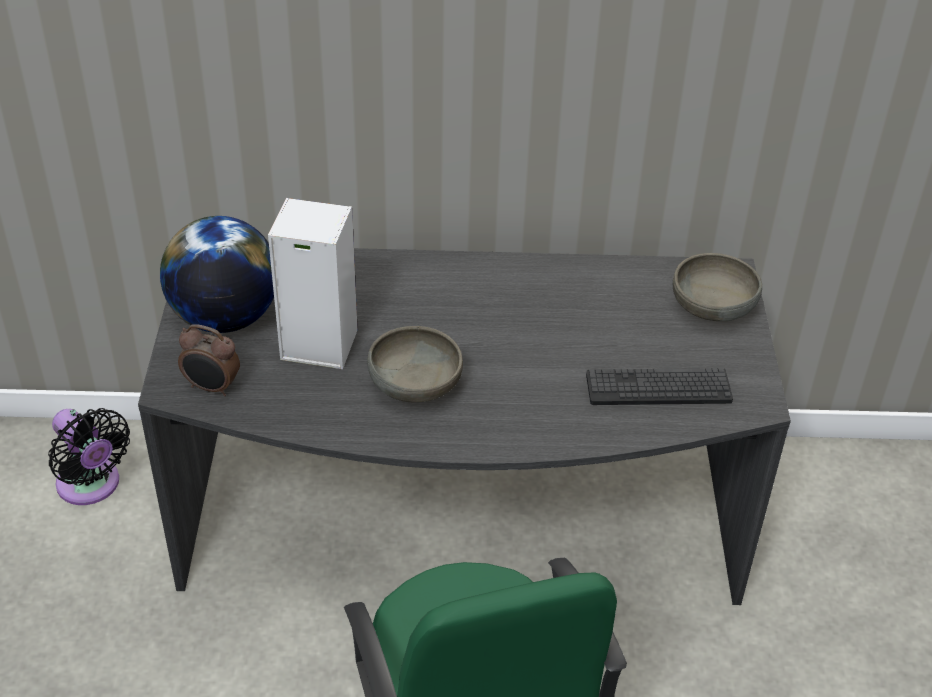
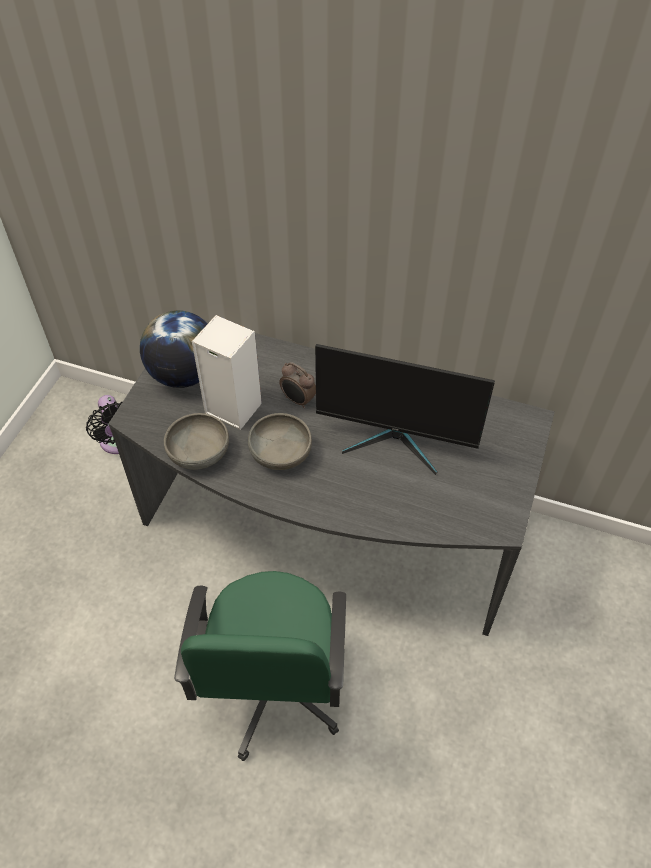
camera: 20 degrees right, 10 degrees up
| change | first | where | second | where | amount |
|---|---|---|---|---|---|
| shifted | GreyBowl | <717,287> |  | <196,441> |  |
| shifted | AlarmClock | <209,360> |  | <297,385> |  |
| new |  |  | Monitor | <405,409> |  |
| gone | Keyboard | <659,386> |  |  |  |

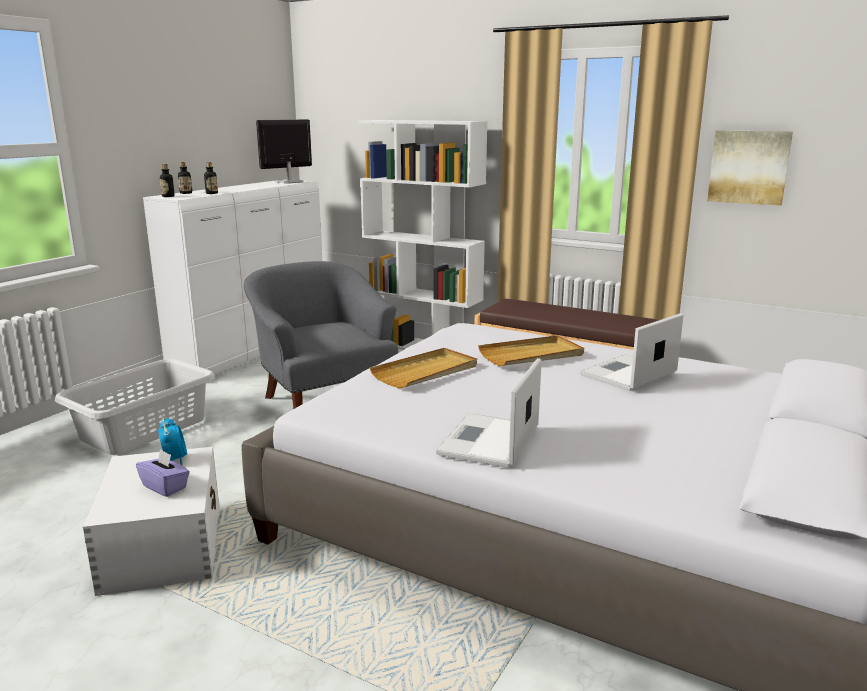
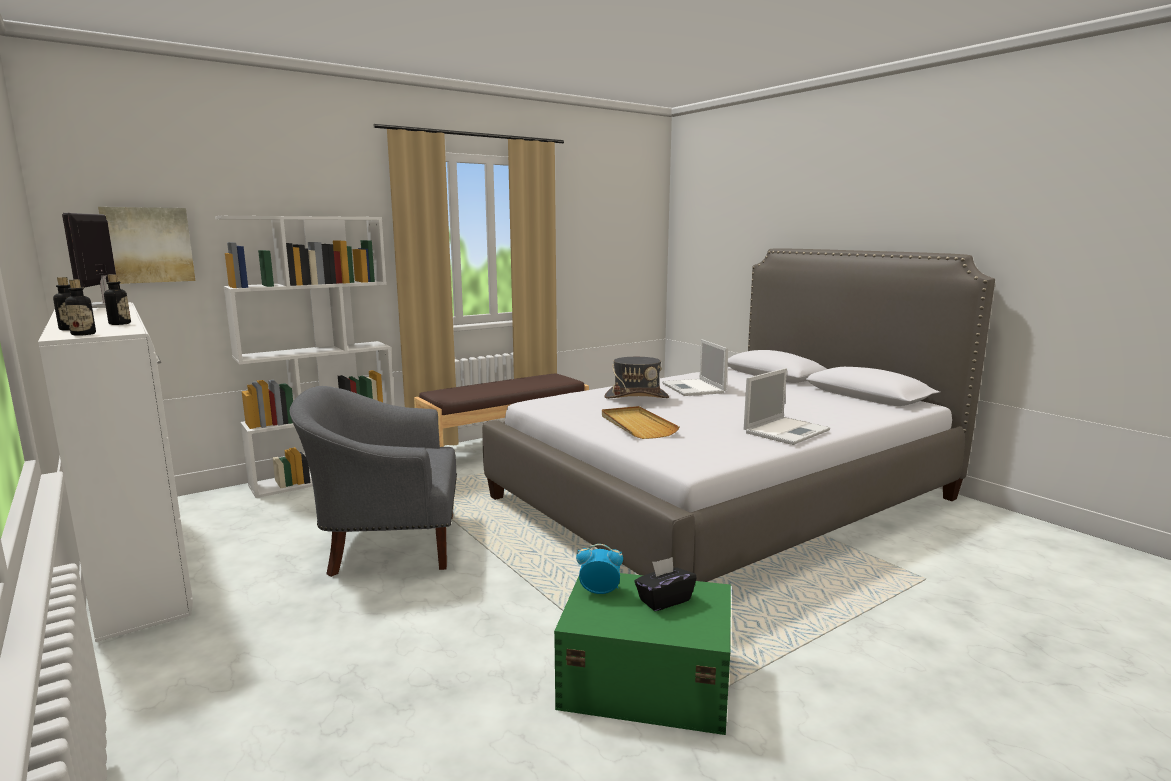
camera: 65 degrees left, 5 degrees down
| change | first | where | second | where | amount |
|---|---|---|---|---|---|
| shifted | Picture | <750,168> |  | <146,245> |  |
| repainted | WhiteStorageBox | <151,521> | GreenStorageBox | <642,654> |  |
| swapped | BeigeTray | <531,350> | GreyHat | <636,378> |  |
| repainted | PurpleTissueBox | <163,473> | BlackTissueBox | <665,584> |  |
| rotated | Laptop | <489,413> |  | <787,406> | 90 degrees counterclockwise |
| gone | GreyLaundryBasket | <135,407> |  |  |  |

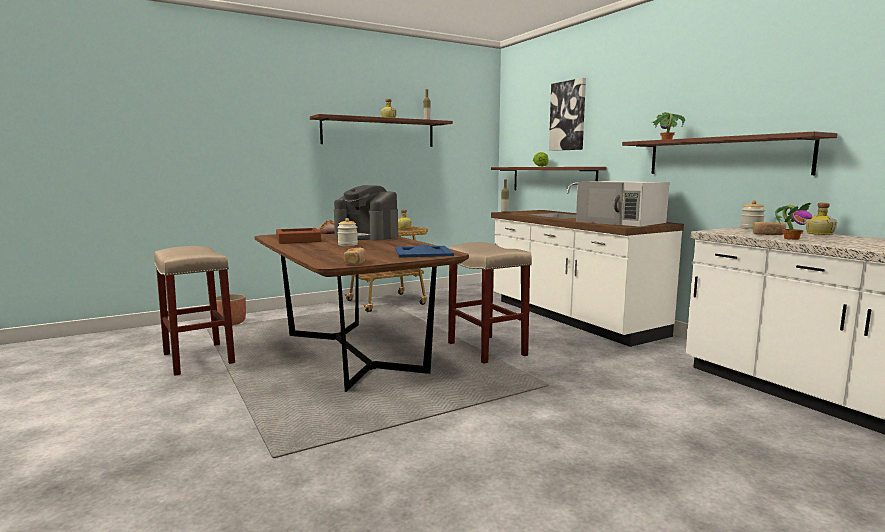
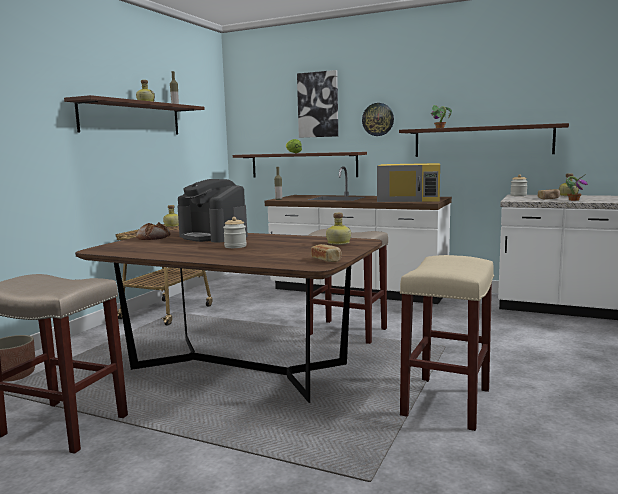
camera: 35 degrees left, 0 degrees up
| change | first | where | second | where | amount |
|---|---|---|---|---|---|
| rotated | CoffeeMachine | <366,213> |  | <212,210> | 45 degrees clockwise |
| swapped | BlueTray | <424,251> | Bottle | <338,229> |  |
| new |  |  | WallClock | <378,119> |  |
| repainted | WhiteMicrowave | <623,204> | YellowMicrowave | <408,182> |  |
| new |  |  | BeigeStool | <447,343> |  |
| gone | BrownTray | <298,236> |  |  |  |

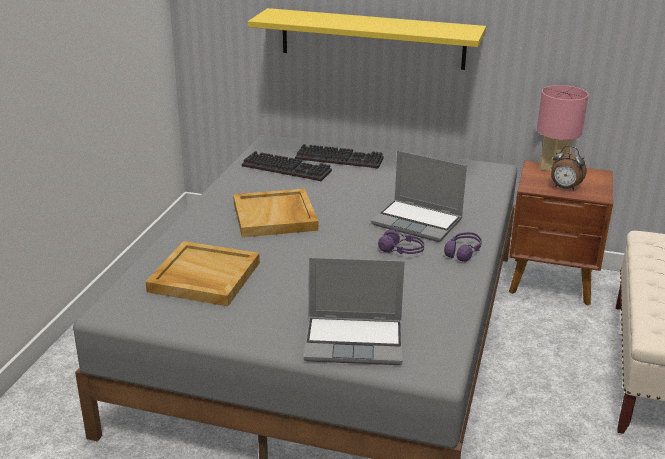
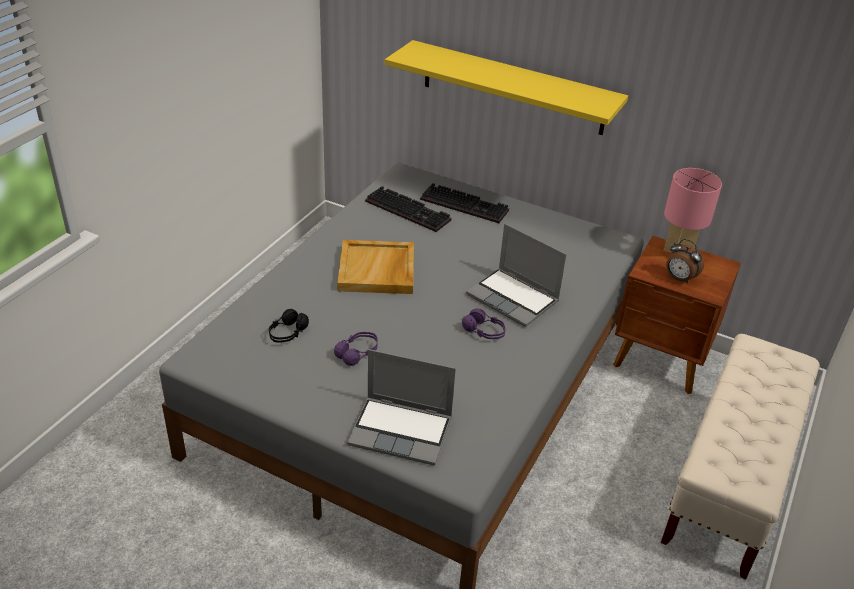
camera: 10 degrees right, 10 degrees up
| change | first | where | second | where | amount |
|---|---|---|---|---|---|
| swapped | BeigeTray | <203,273> | BlackHeadphones | <289,326> |  |
| shifted | PurpleHeadphones | <463,247> |  | <356,349> |  |

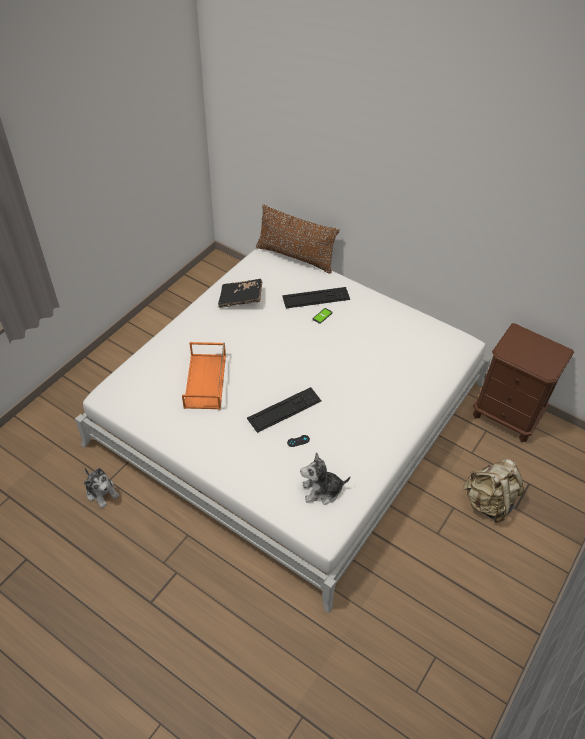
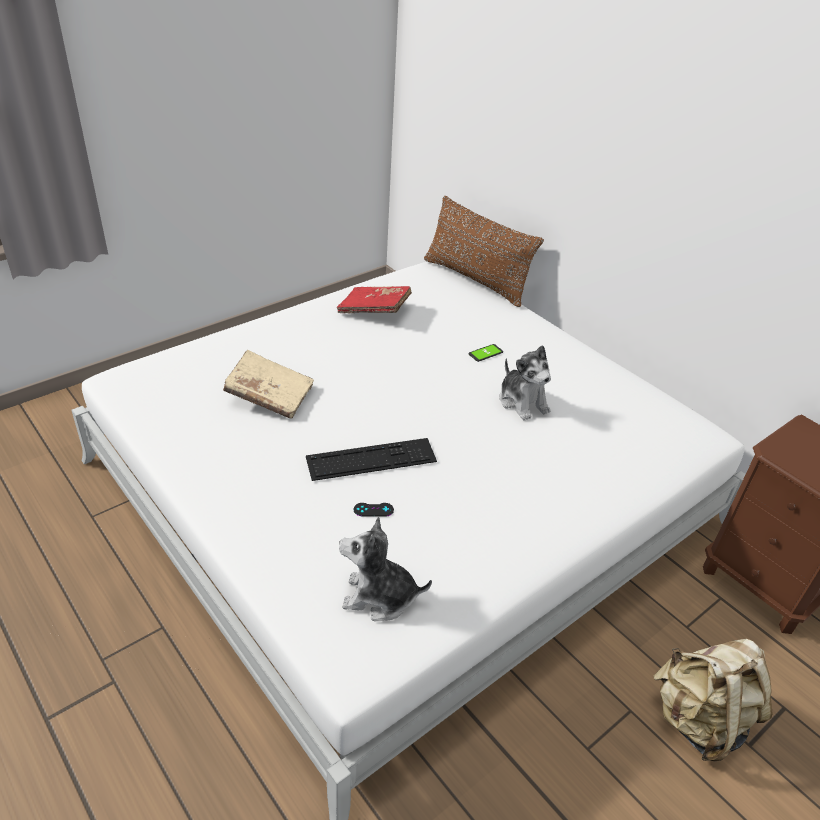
camera: 15 degrees right, 10 degrees down
| change | first | where | second | where | amount |
|---|---|---|---|---|---|
| swapped | OrangeTray | <204,376> | BeigeBook | <268,384> |  |
| repainted | BlackBook | <240,293> | RedBook | <374,299> |  |
| shifted | PlushToy | <101,488> |  | <525,383> |  |
| gone | Keyboard | <316,298> |  |  |  |

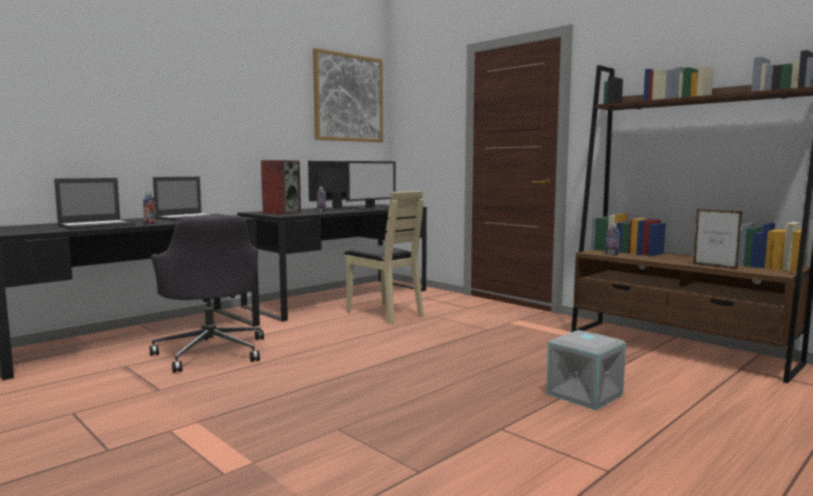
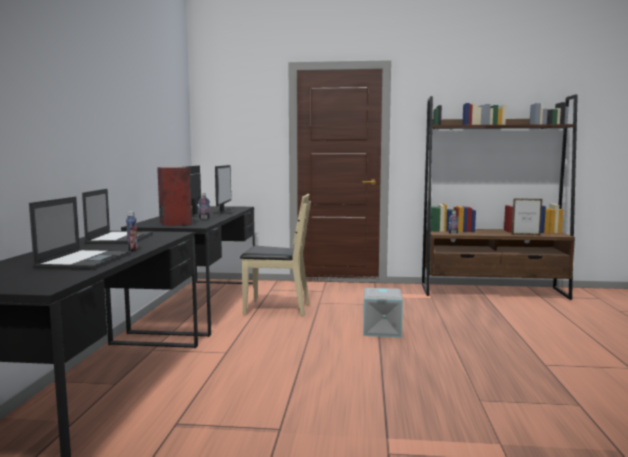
camera: 40 degrees left, 0 degrees up
| change | first | where | second | where | amount |
|---|---|---|---|---|---|
| shifted | GreyStorageBox | <586,370> |  | <383,312> |  |
| gone | GreyOfficeChair | <207,294> |  |  |  |
| gone | Picture | <348,95> |  |  |  |

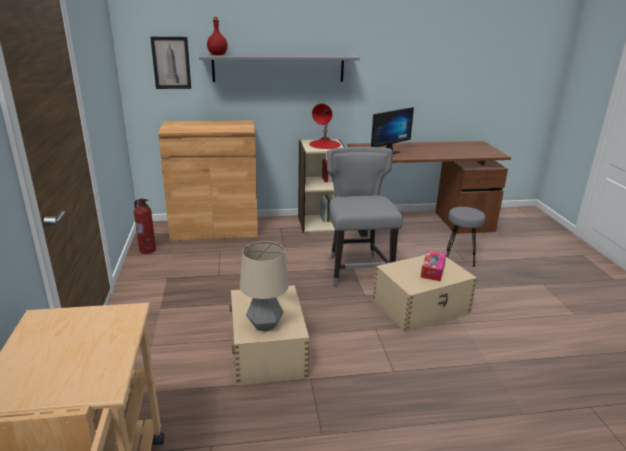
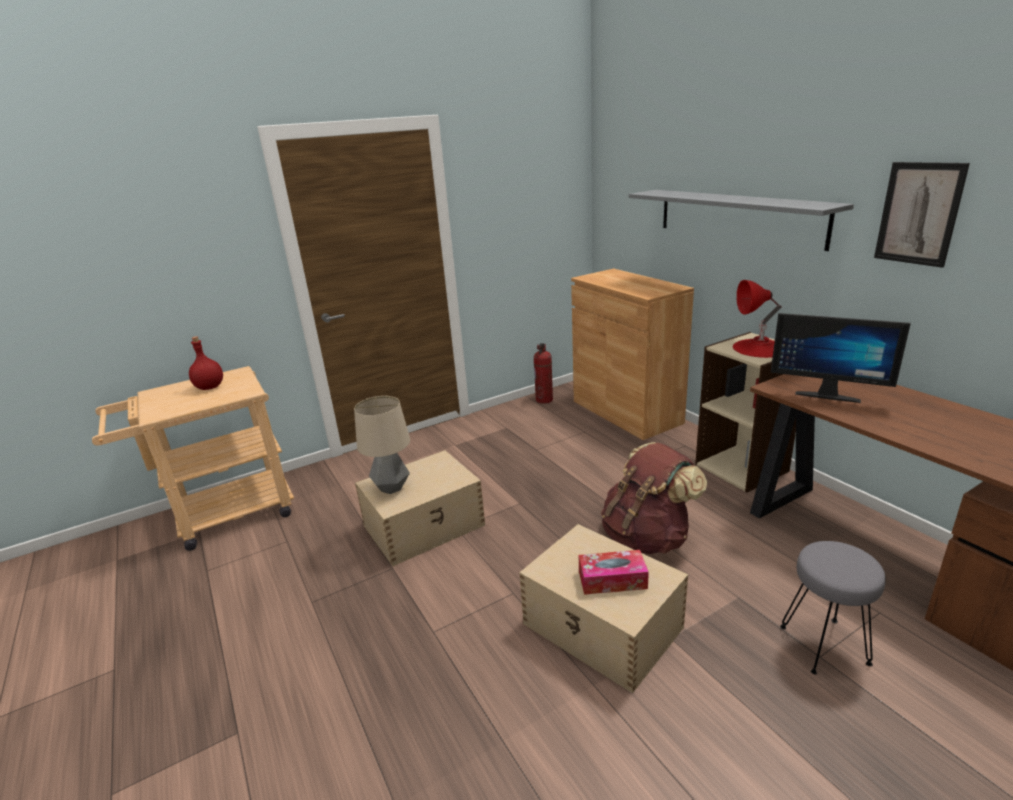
camera: 70 degrees right, 0 degrees up
| change | first | where | second | where | amount |
|---|---|---|---|---|---|
| shifted | RedBottle | <217,36> |  | <206,363> |  |
| swapped | GreyChair | <365,216> | BrownBackpack | <654,498> |  |
| shifted | Picture | <170,63> |  | <922,215> |  |

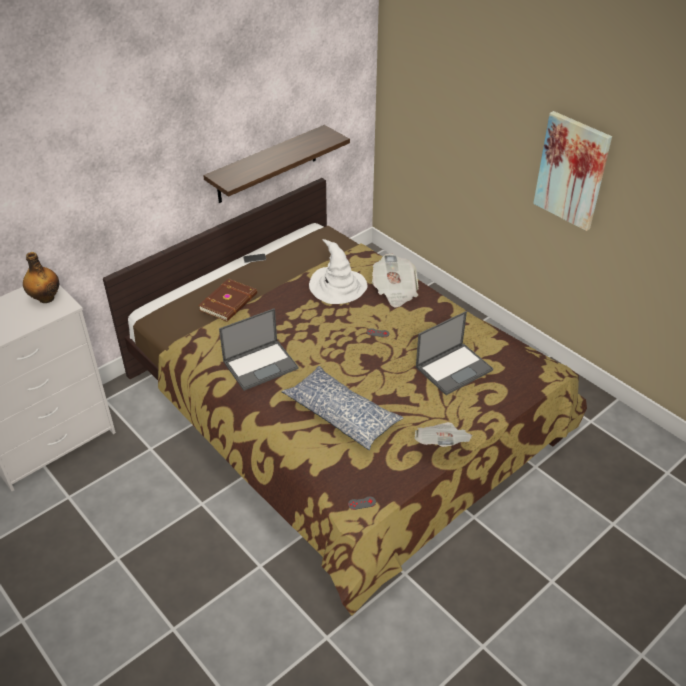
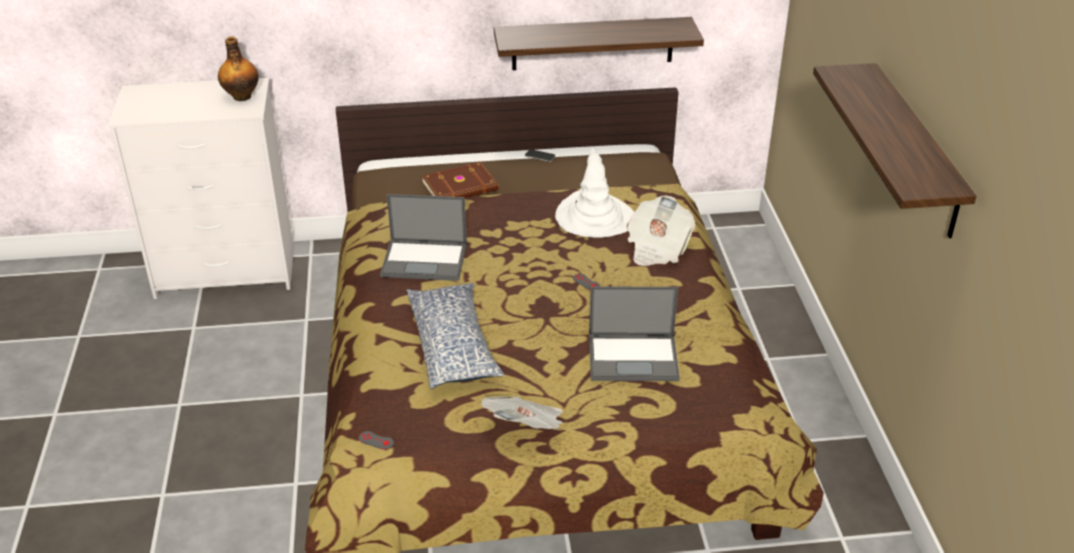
camera: 35 degrees right, 5 degrees down
| change | first | where | second | where | amount |
|---|---|---|---|---|---|
| swapped | Picture | <572,171> | Shelf | <894,150> |  |

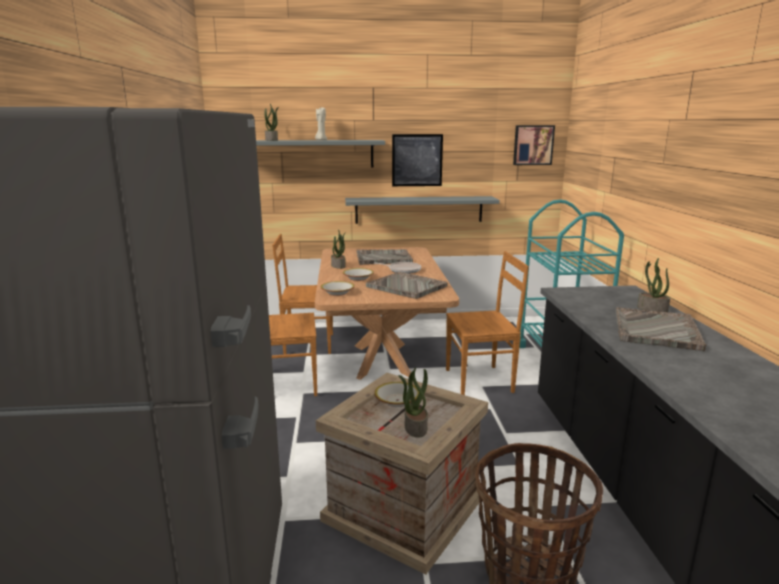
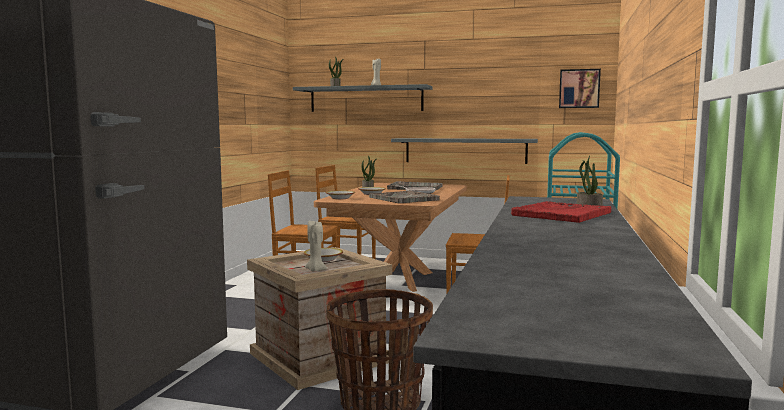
camera: 20 degrees right, 10 degrees down
| change | first | where | second | where | amount |
|---|---|---|---|---|---|
| swapped | PottedPlant | <413,403> | BeigeCandle | <316,246> |  |
| repainted | GreyTray | <661,329> | RedTray | <561,212> |  |
| gone | Picture | <417,160> |  |  |  |

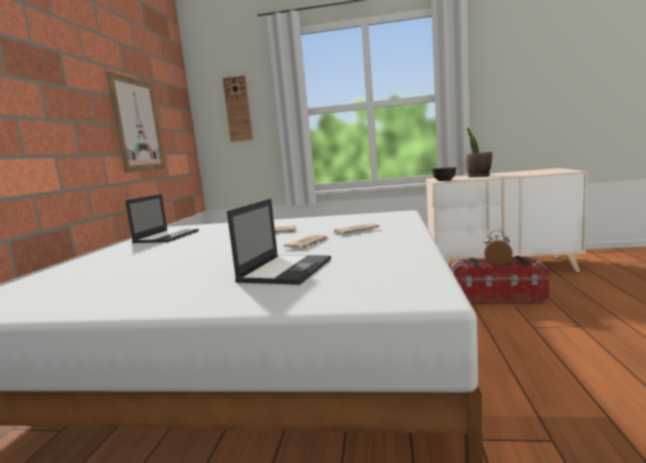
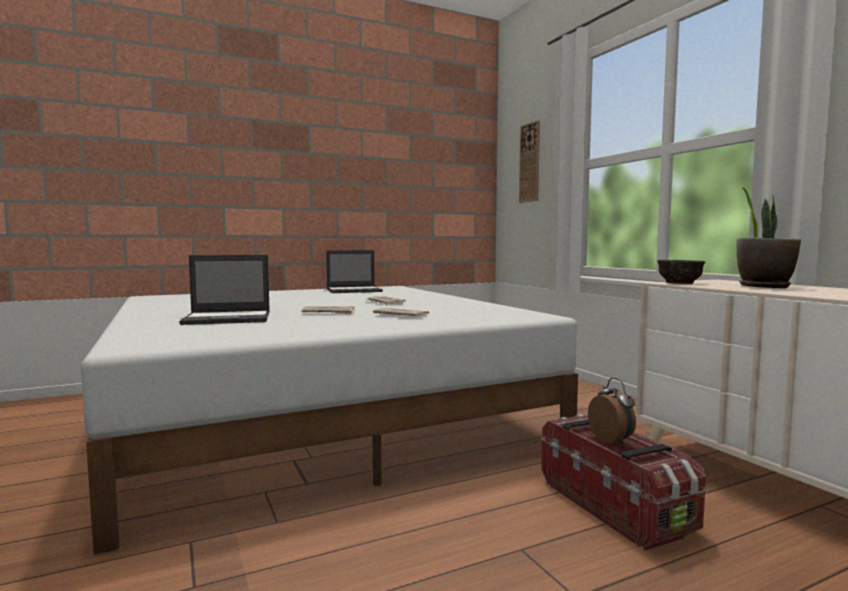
camera: 55 degrees right, 5 degrees down
| change | first | where | second | where | amount |
|---|---|---|---|---|---|
| gone | Picture | <135,122> |  |  |  |

